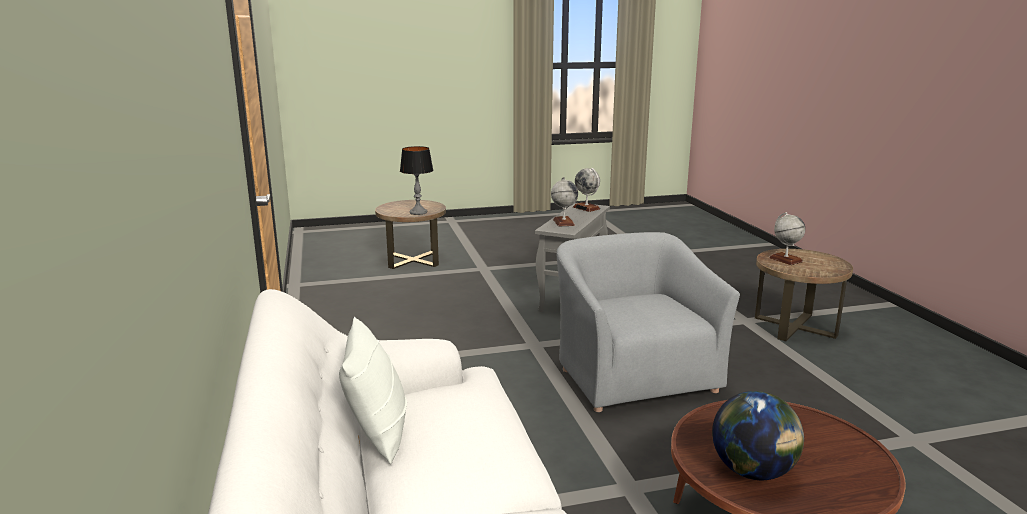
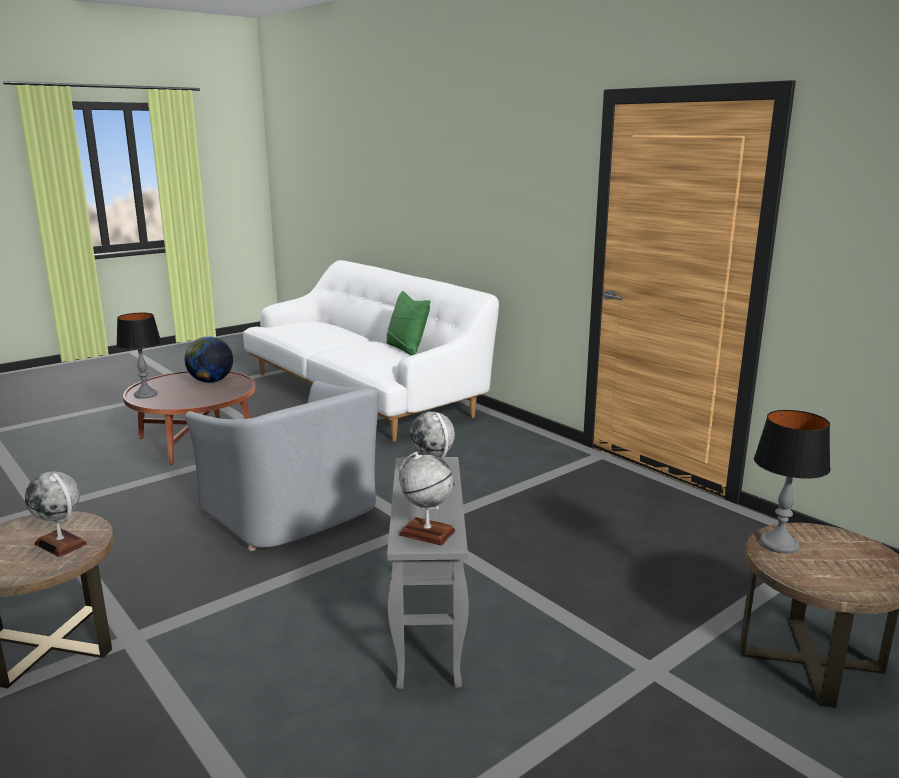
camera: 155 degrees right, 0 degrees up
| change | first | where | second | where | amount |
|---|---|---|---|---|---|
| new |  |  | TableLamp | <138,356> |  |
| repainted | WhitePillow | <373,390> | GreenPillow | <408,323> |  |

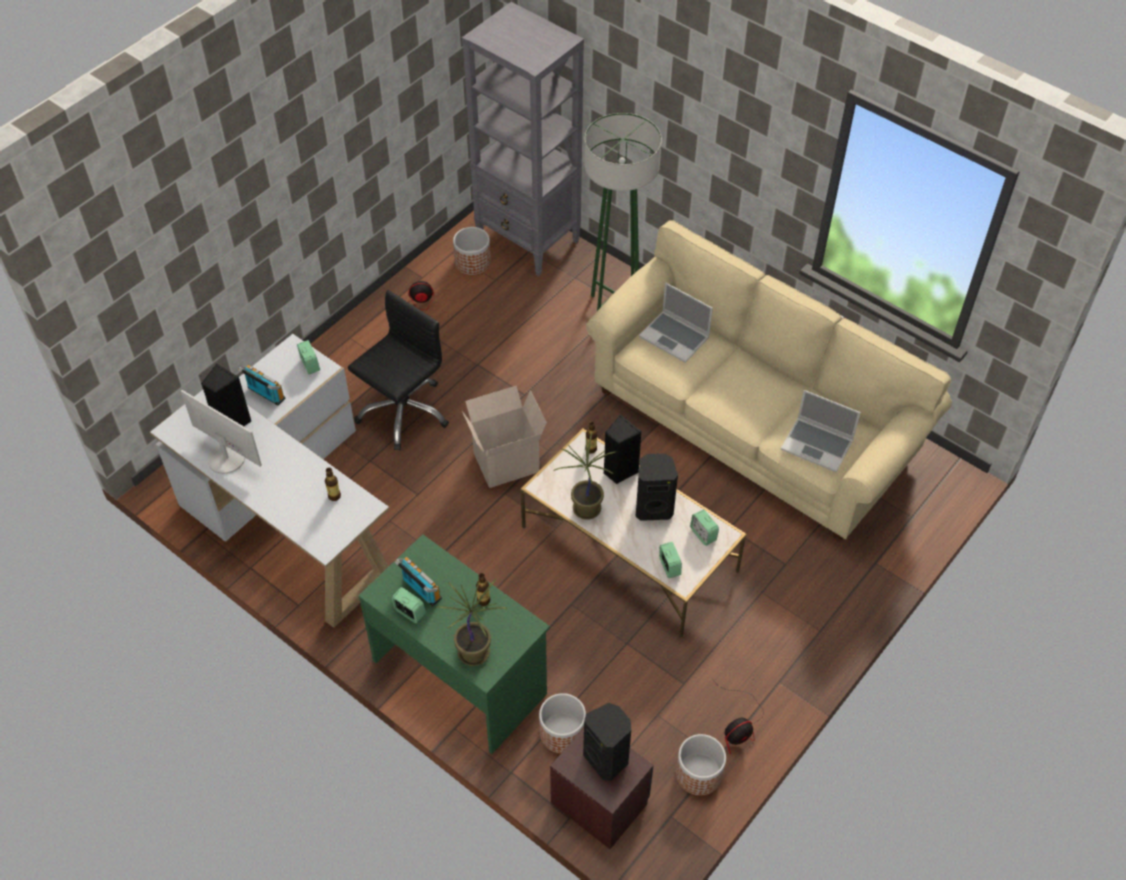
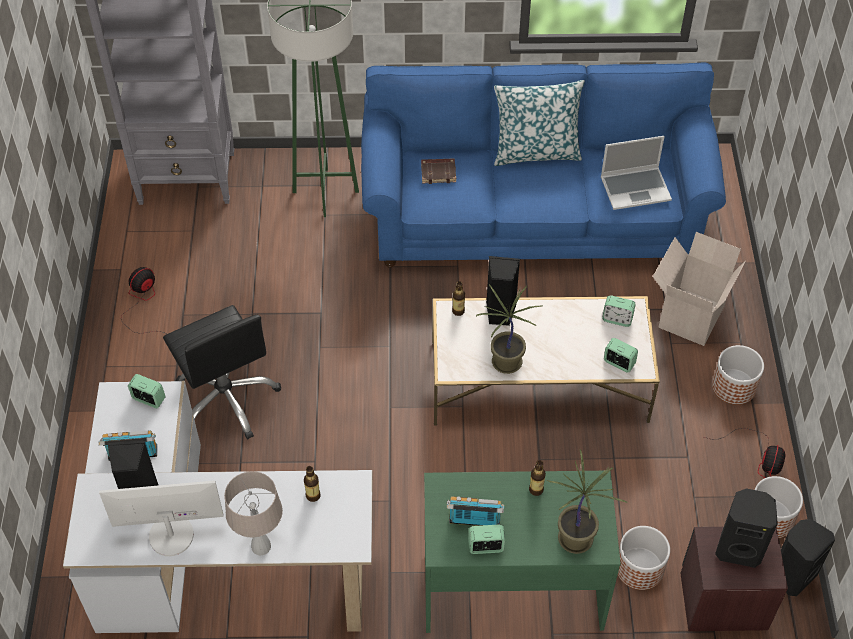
camera: 40 degrees left, 0 degrees up
| change | first | where | second | where | amount |
|---|---|---|---|---|---|
| rotated | BlackOfficeChair | <398,370> |  | <222,372> | 150 degrees clockwise |
| new |  |  | BeigeTableLamp | <253,513> |  |
| repainted | BeigeSofa | <769,380> | BlueSofa | <543,165> |  |
| swapped | Laptop | <676,322> | BrownBook | <438,171> |  |
| new |  |  | Pillow | <539,123> |  |
| shifted | CardboardBox | <504,436> |  | <699,289> |  |
| shifted | Planter | <472,251> |  | <738,375> |  |
| shifted | BlackSpeaker | <657,487> |  | <808,557> |  |

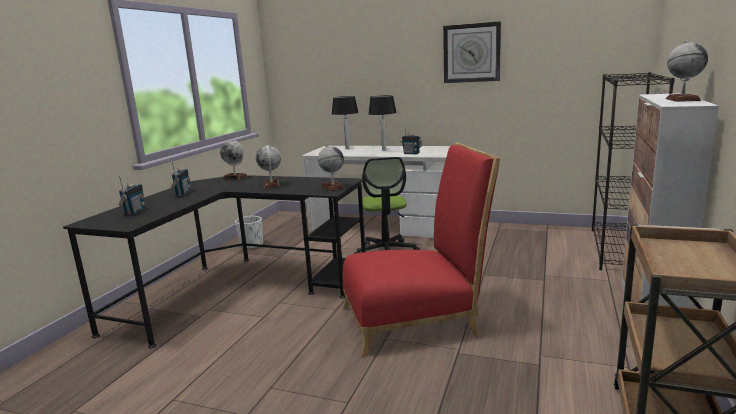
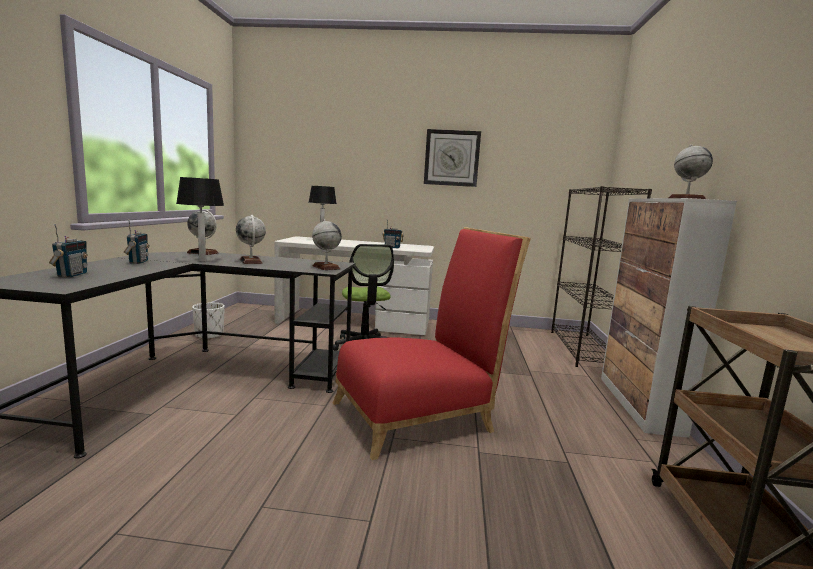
camera: 15 degrees left, 5 degrees down
| change | first | where | second | where | amount |
|---|---|---|---|---|---|
| shifted | TableLamp | <382,123> |  | <200,219> |  |

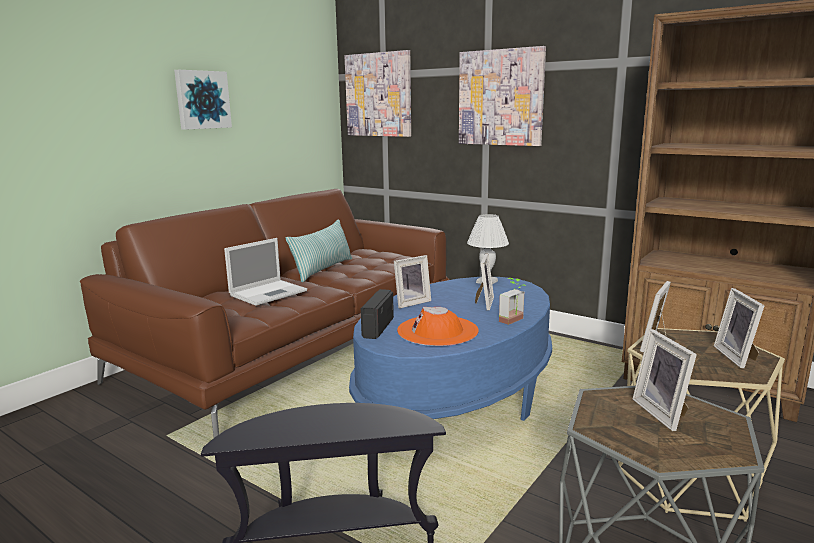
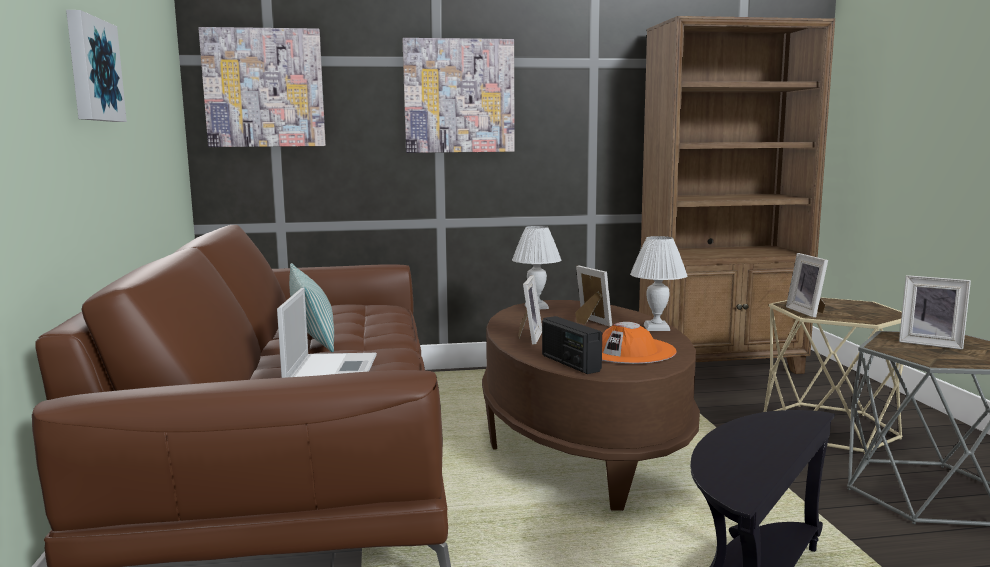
camera: 45 degrees left, 5 degrees down
| change | first | where | second | where | amount |
|---|---|---|---|---|---|
| repainted | BlueCoffeeTable | <450,349> | BrownCoffeeTable | <591,405> |  |
| swapped | PottedPlant | <512,301> | WhiteTableLamp | <658,283> |  |
| gone | PictureFrame | <739,328> |  |  |  |

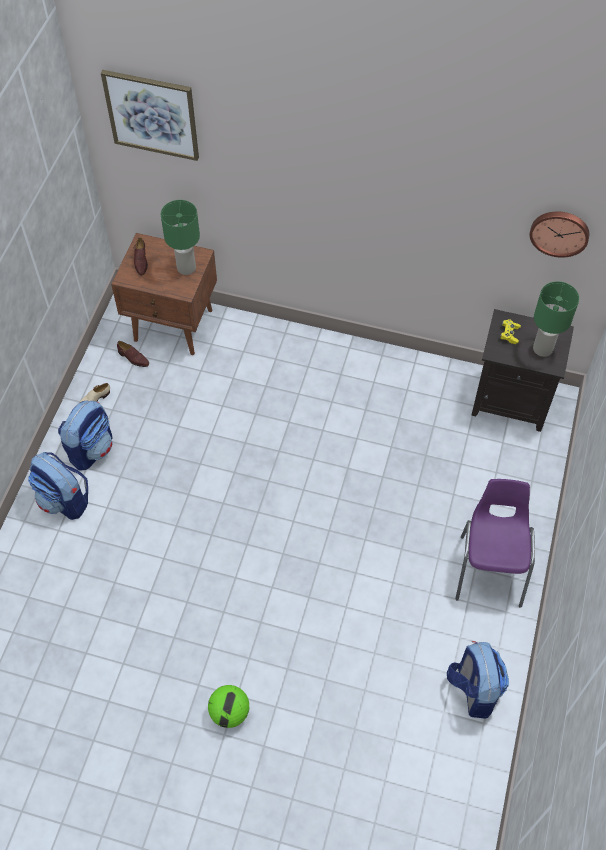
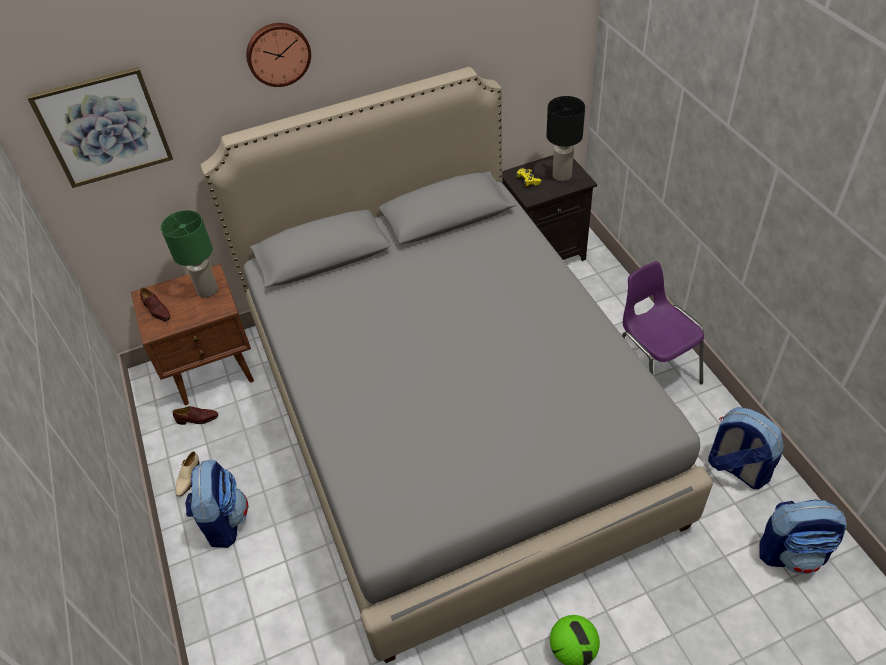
camera: 35 degrees left, 10 degrees down
| change | first | where | second | where | amount |
|---|---|---|---|---|---|
| new |  |  | GreyBed | <457,365> |  |
| shifted | WallClock | <559,235> |  | <278,55> |  |
| repainted | GreenTableLamp | <556,319> | BlackTableLamp | <565,138> |  |
| shifted | Backpack | <58,486> |  | <803,537> |  |

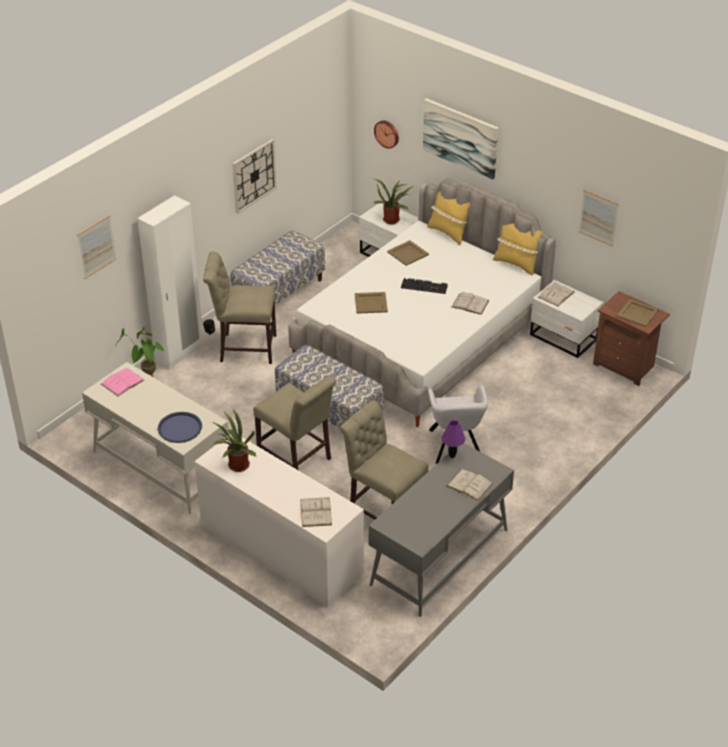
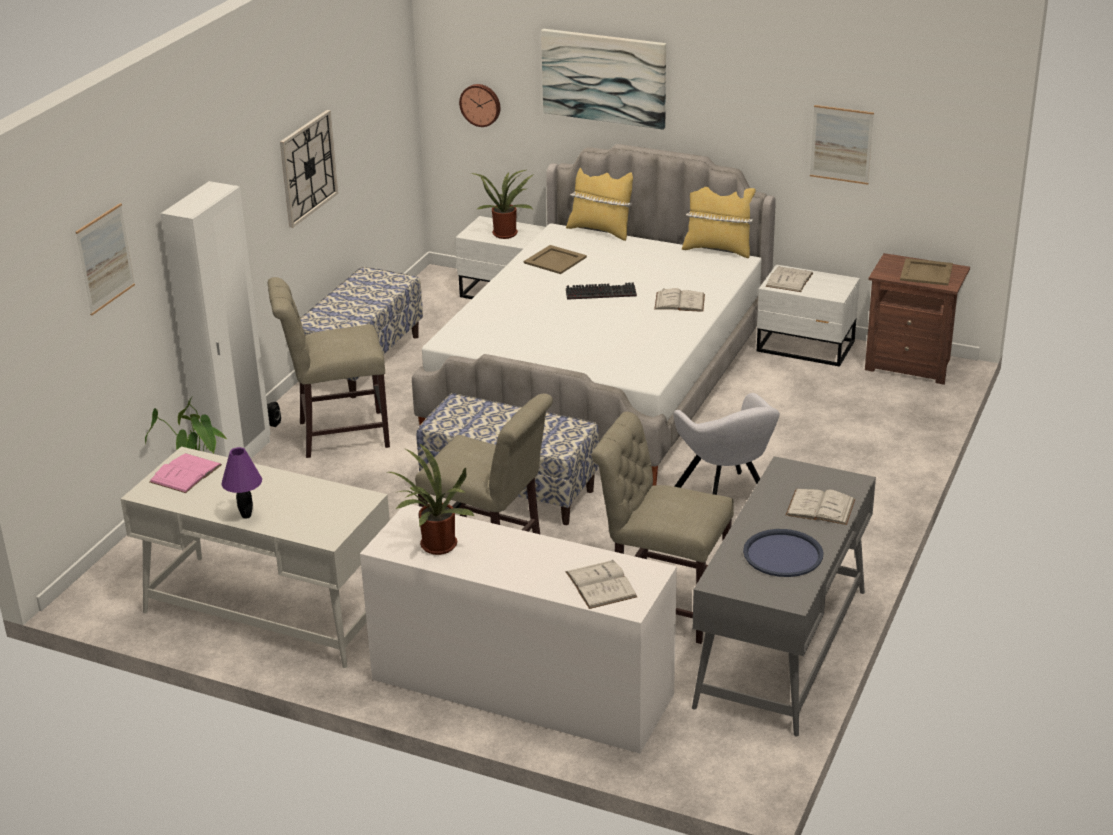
camera: 15 degrees left, 10 degrees down
| change | first | where | second | where | amount |
|---|---|---|---|---|---|
| shifted | PurpleTableLamp | <453,439> |  | <241,483> |  |
| shifted | BlueTray | <180,427> |  | <783,553> |  |
| gone | BeigeTray | <371,303> |  |  |  |

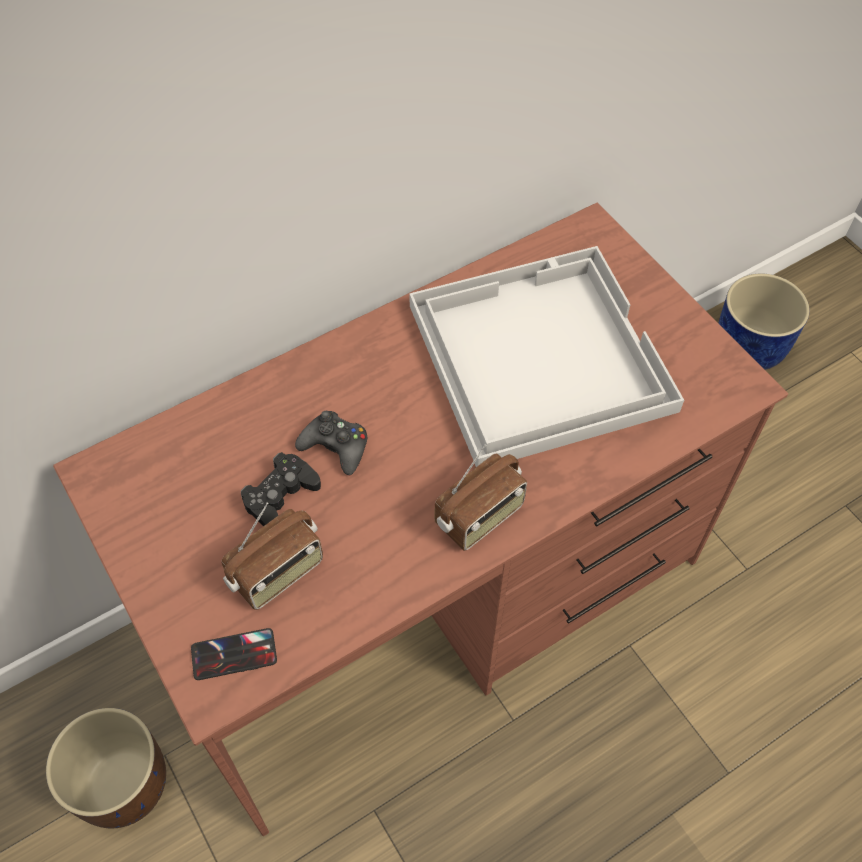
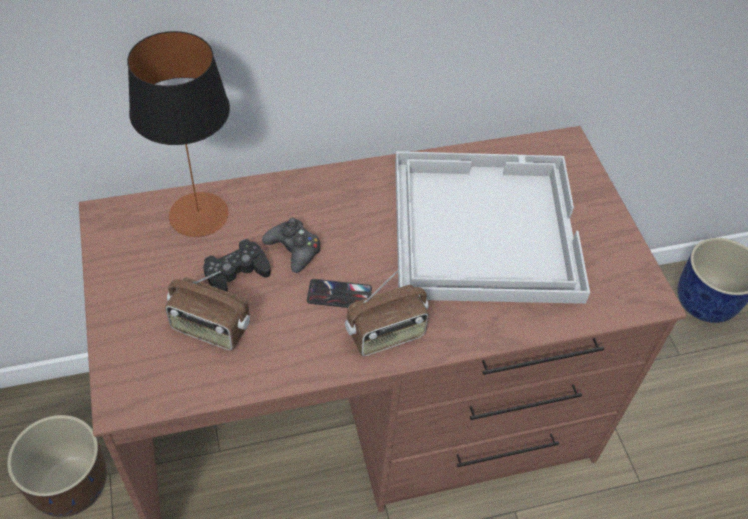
camera: 15 degrees right, 5 degrees down
| change | first | where | second | where | amount |
|---|---|---|---|---|---|
| new |  |  | TableLamp | <178,134> |  |
| rotated | Radio | <272,556> |  | <207,311> | 45 degrees clockwise |
| shifted | Phone | <234,654> |  | <339,293> |  |

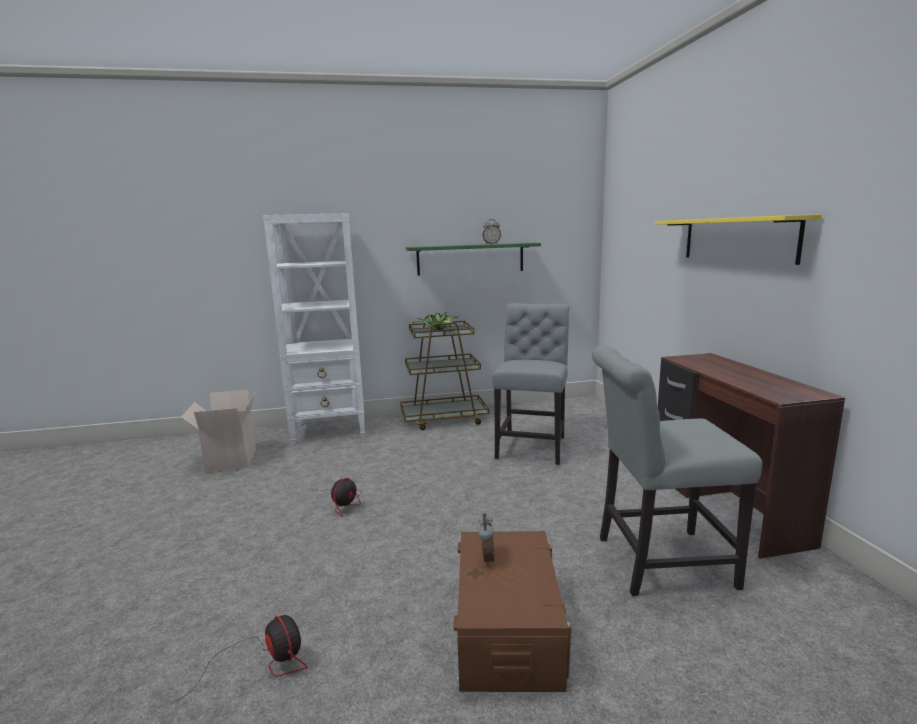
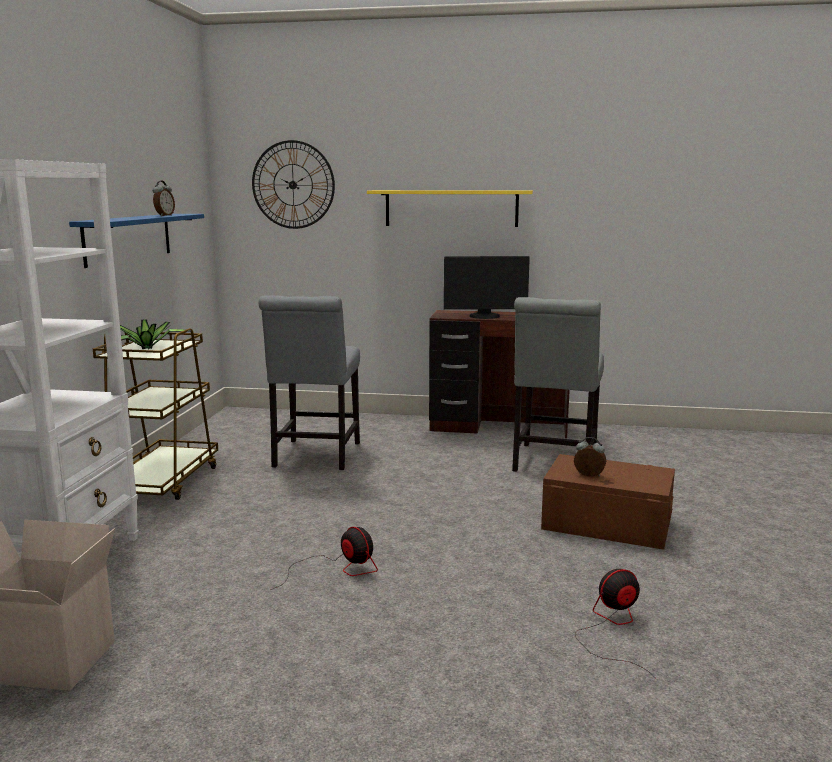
camera: 70 degrees left, 0 degrees up
| change | first | where | second | where | amount |
|---|---|---|---|---|---|
| repainted | GreenShelf | <473,259> | BlueShelf | <136,241> |  |
| new |  |  | WallClock | <293,184> |  |
| rotated | GreyChair | <530,384> |  | <309,382> | 120 degrees counterclockwise |
| new |  |  | Monitor | <487,287> |  |

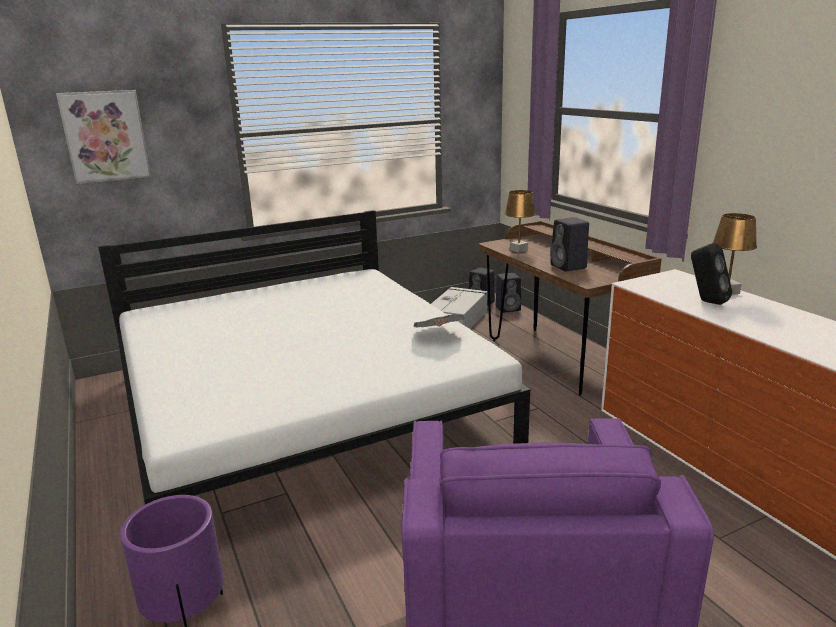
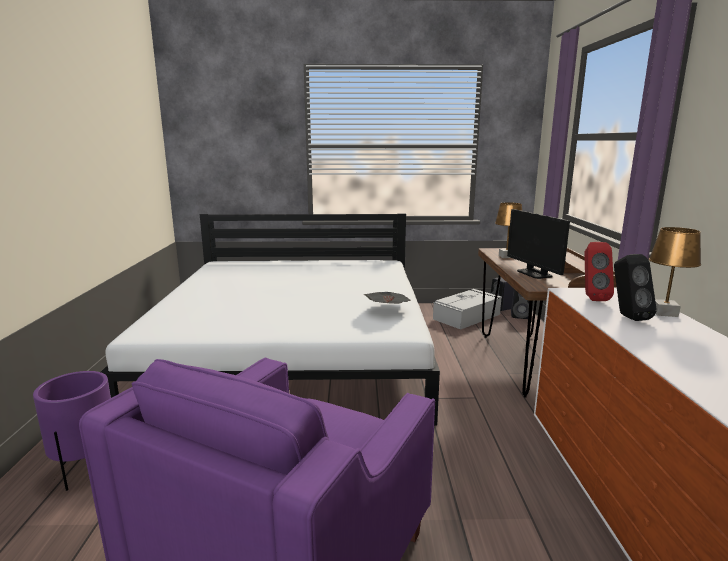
camera: 25 degrees right, 5 degrees down
| change | first | where | second | where | amount |
|---|---|---|---|---|---|
| swapped | BlackSpeaker | <569,244> | Monitor | <538,244> |  |
| new |  |  | RedSpeaker | <599,271> |  |
| gone | Picture | <103,137> |  |  |  |

